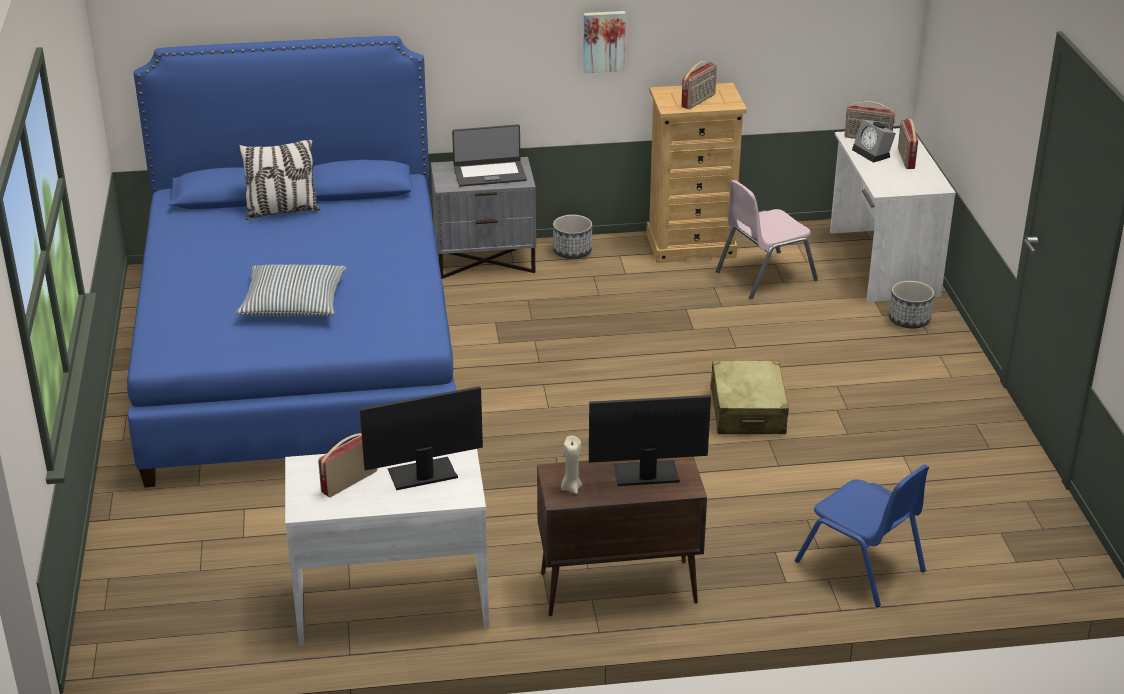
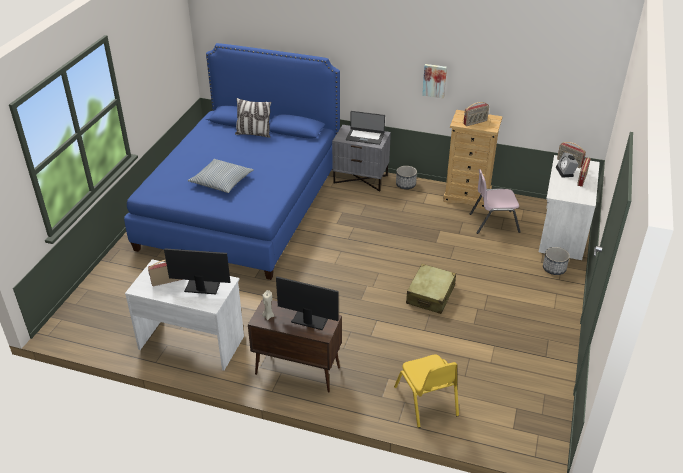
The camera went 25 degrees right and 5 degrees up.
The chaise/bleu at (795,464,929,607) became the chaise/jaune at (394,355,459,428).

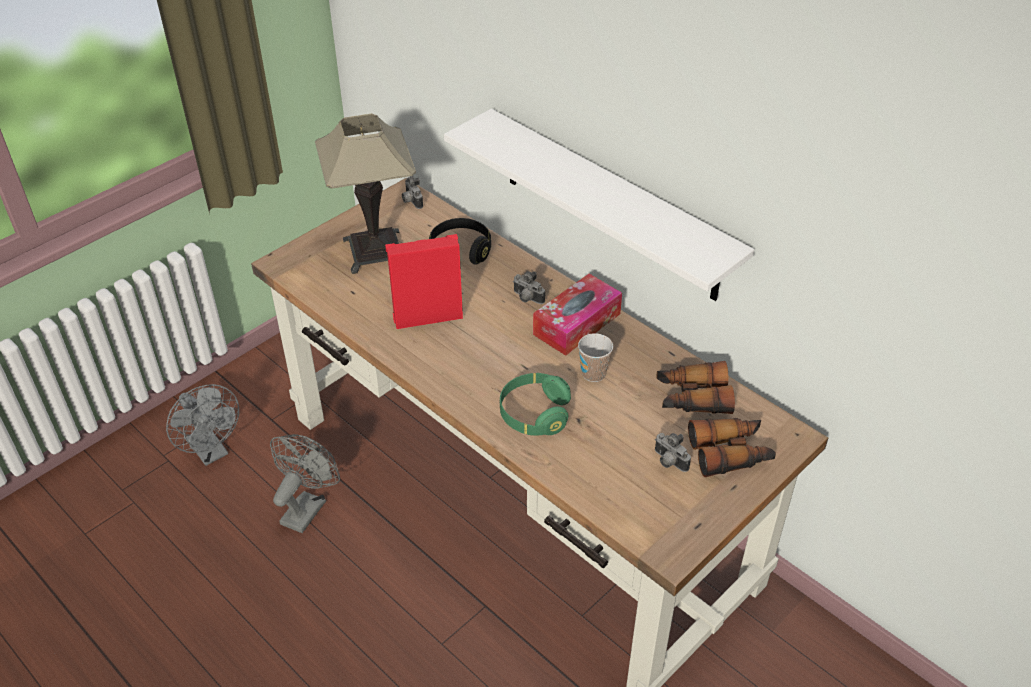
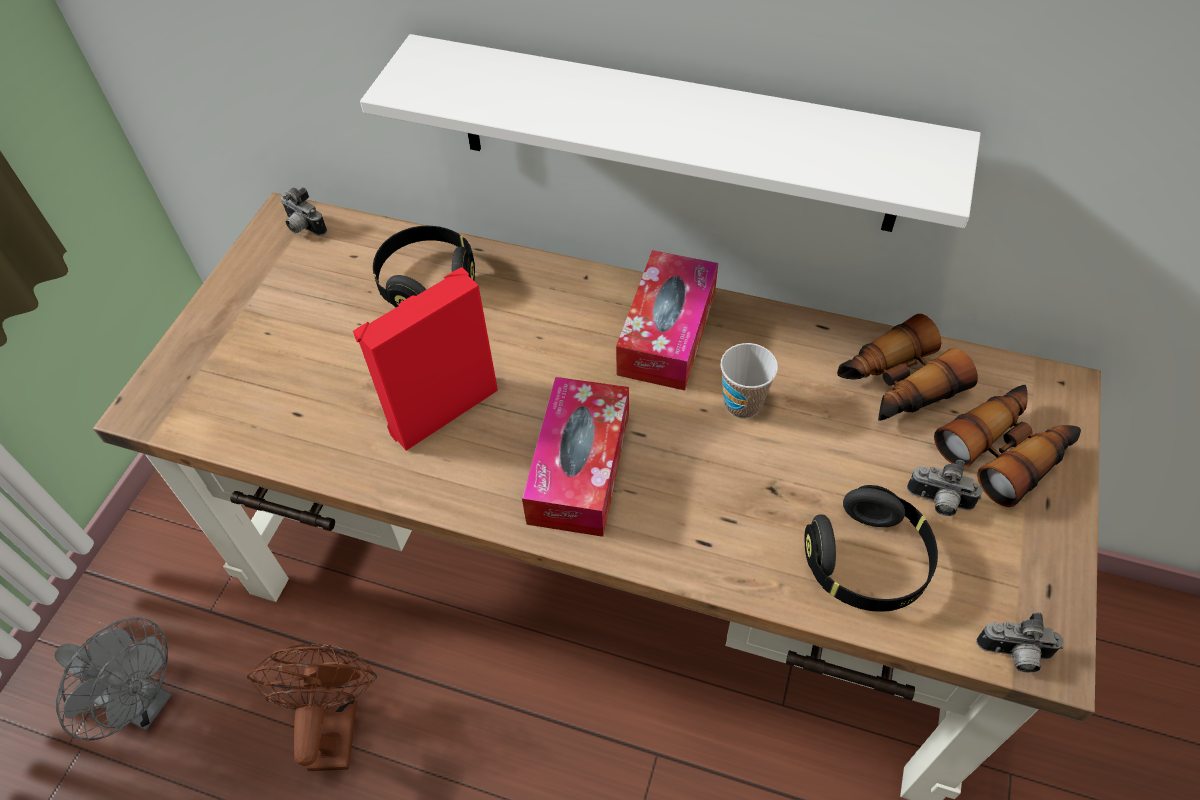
The camera went 25 degrees left and 10 degrees up.
The ventilateur/gris at (270,434,340,533) became the ventilateur/marron at (247,644,377,771).
The boîte à mouchoirs at (522,377,629,537) appeared.
The casque audio/noir at (804,485,938,612) appeared.
The appareil photo moved from (514,271,545,304) to (976,612,1064,672).
The lampe de table at (315,114,416,274) disappeared.
The casque audio/vert at (500,373,571,436) disappeared.

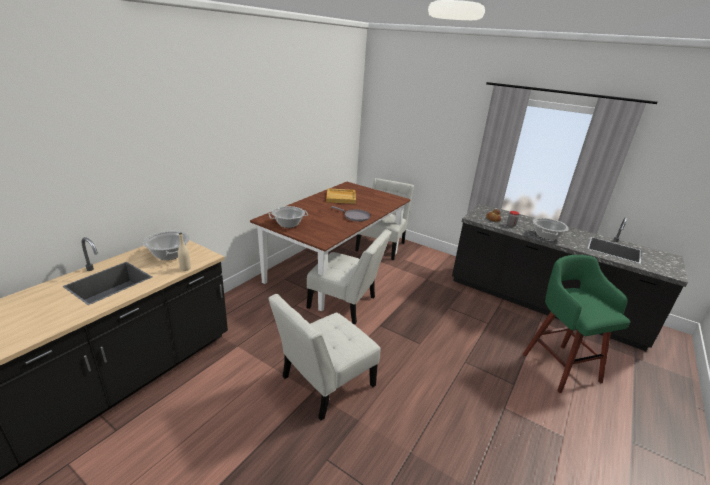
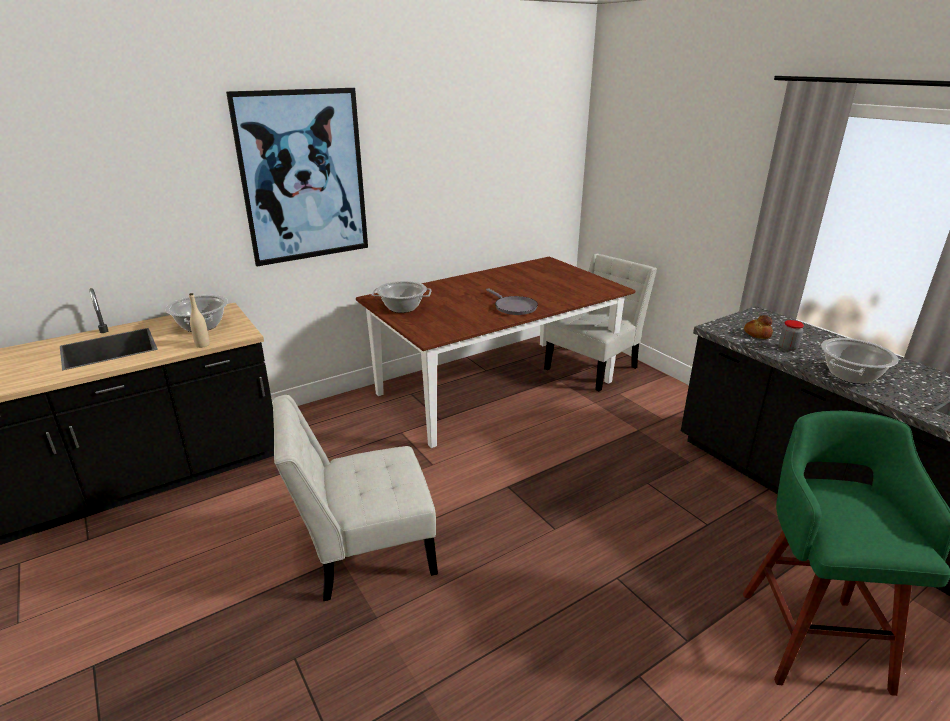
The camera went 25 degrees right and 0 degrees up.
The tableau at (226,88,368,266) appeared.
The chaise/blanc at (307,229,392,324) disappeared.
The plateau/beige at (326,188,356,204) disappeared.

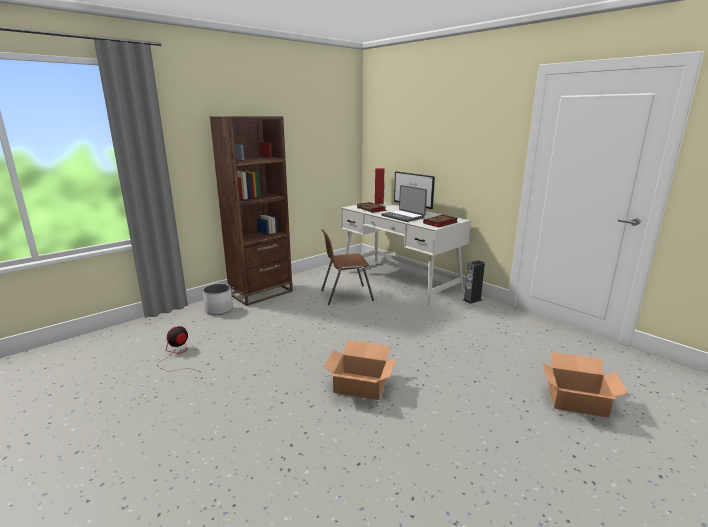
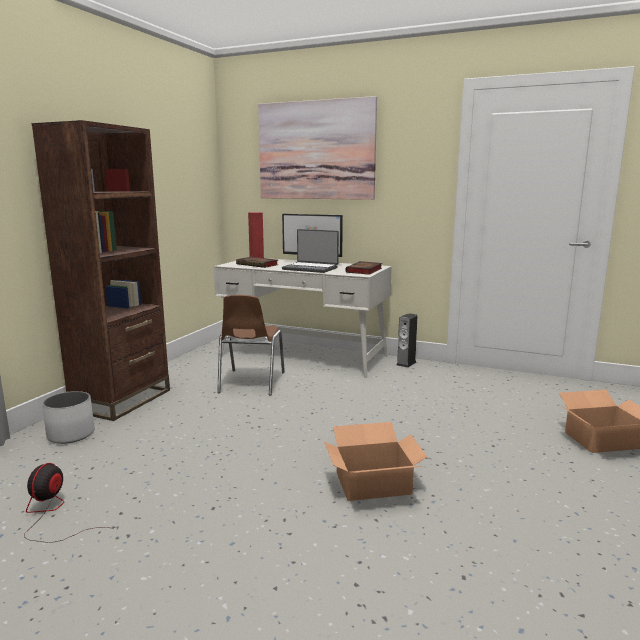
The camera went 25 degrees left and 5 degrees down.
The chaise/marron at (321,229,374,305) turned 45 degrees counterclockwise.
The tableau at (258,96,377,200) appeared.

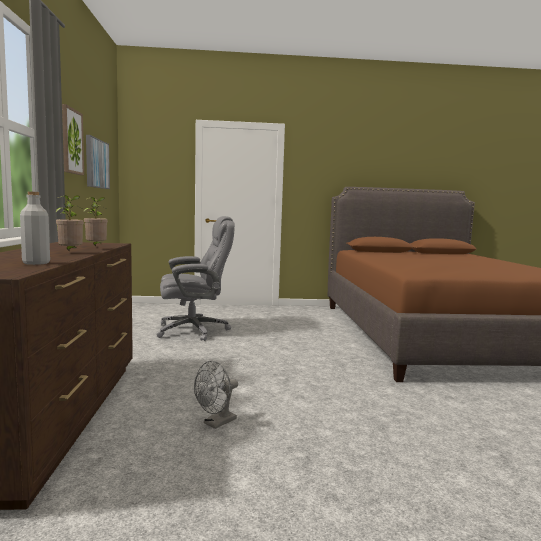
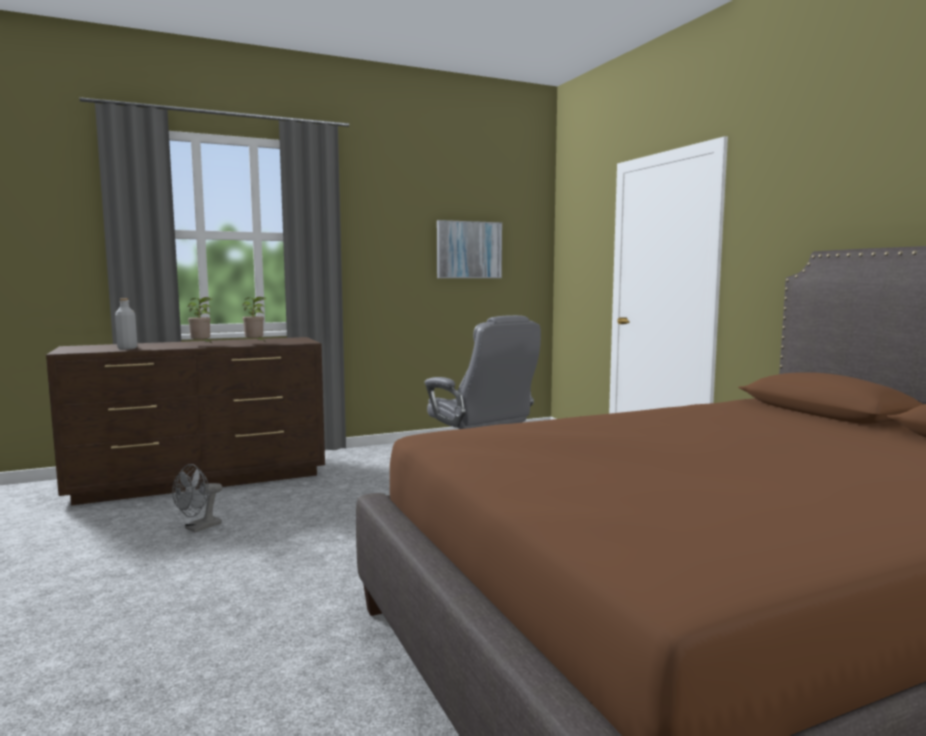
The camera went 70 degrees right and 0 degrees up.
The ventilateur/gris at (194,361,238,429) turned 75 degrees counterclockwise.
The tableau at (62,104,84,175) disappeared.

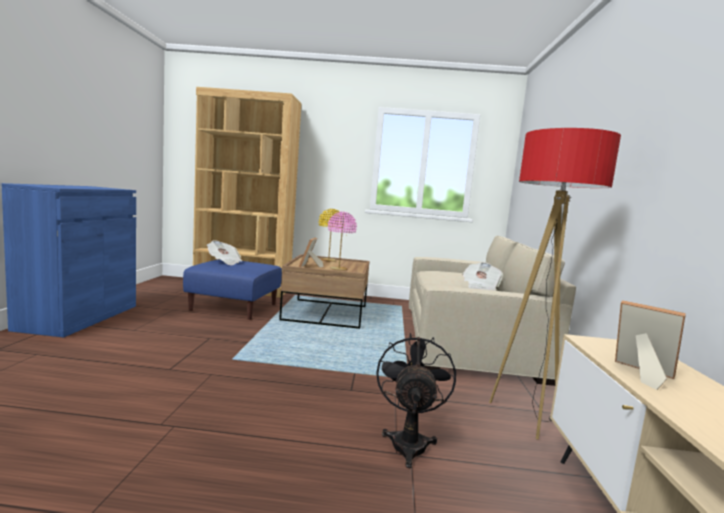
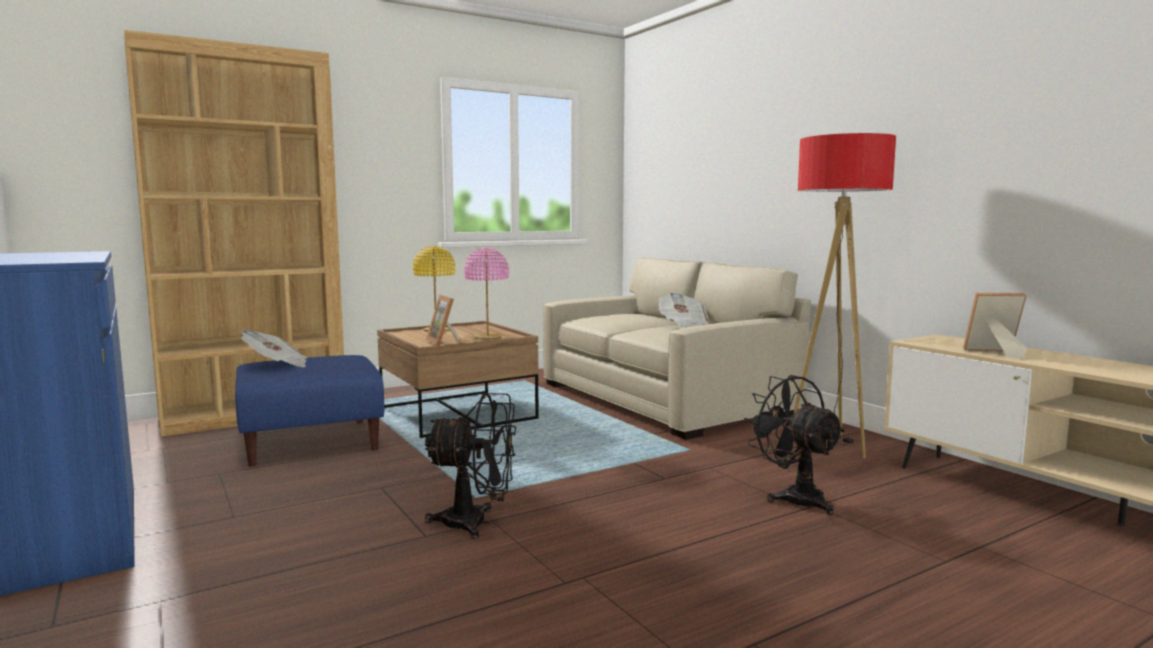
The camera went 35 degrees left and 0 degrees up.
The ventilateur/noir at (425,393,516,539) appeared.

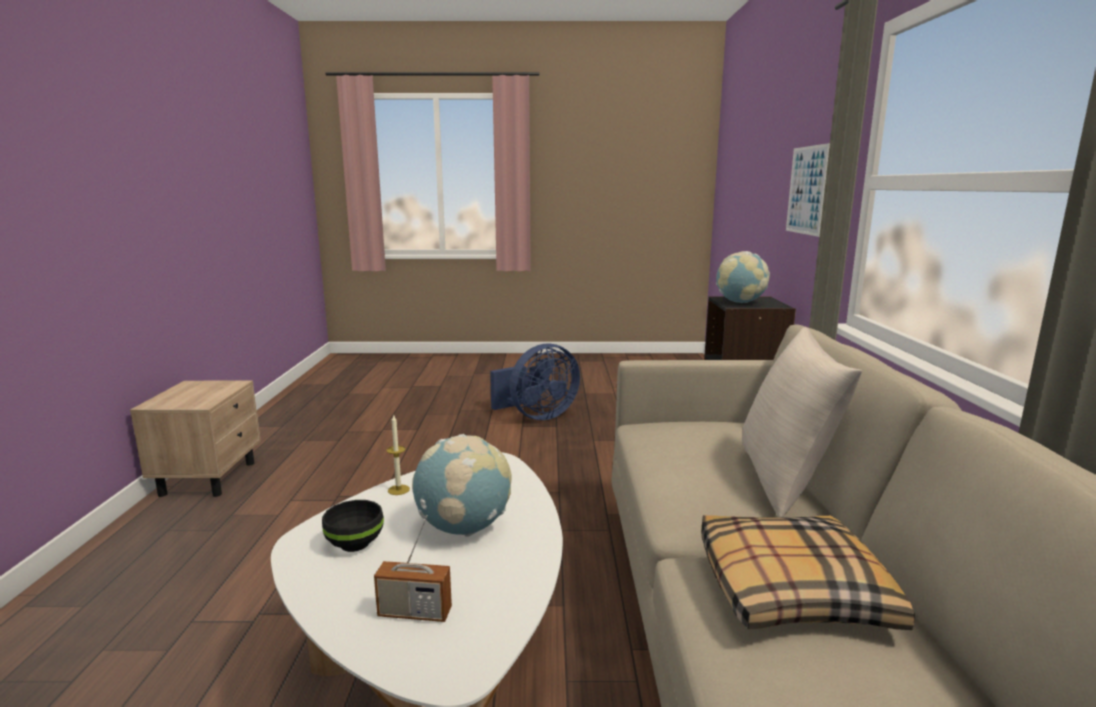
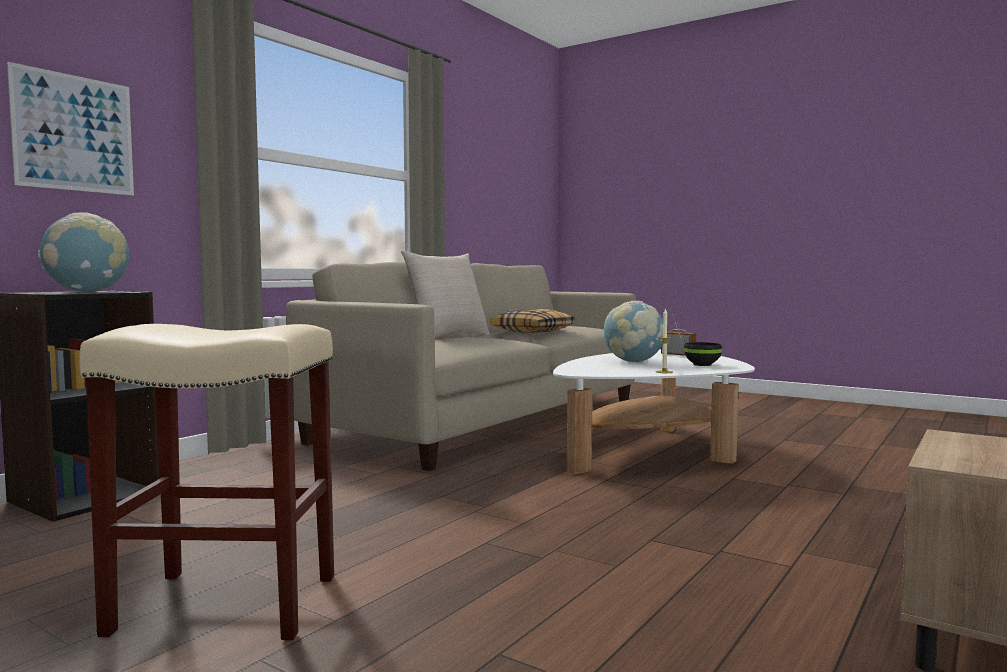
The camera went 145 degrees left and 10 degrees down.
The ventilateur/bleu at (490,343,580,420) was replaced by the tabouret/beige at (79,324,334,640).

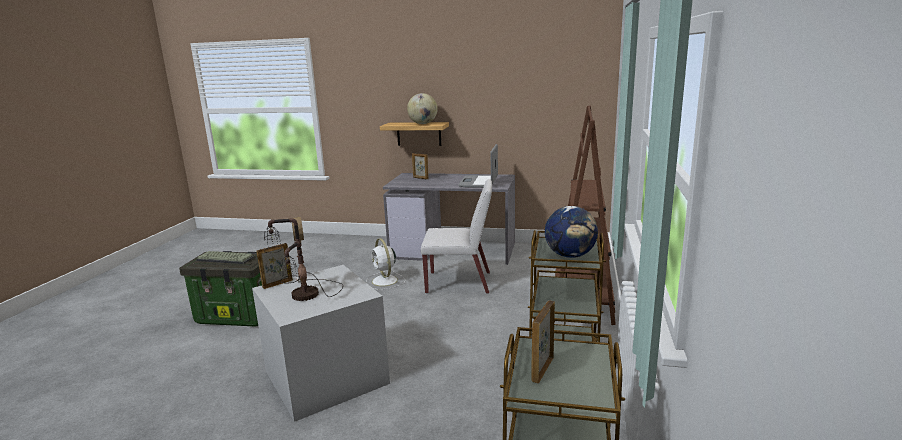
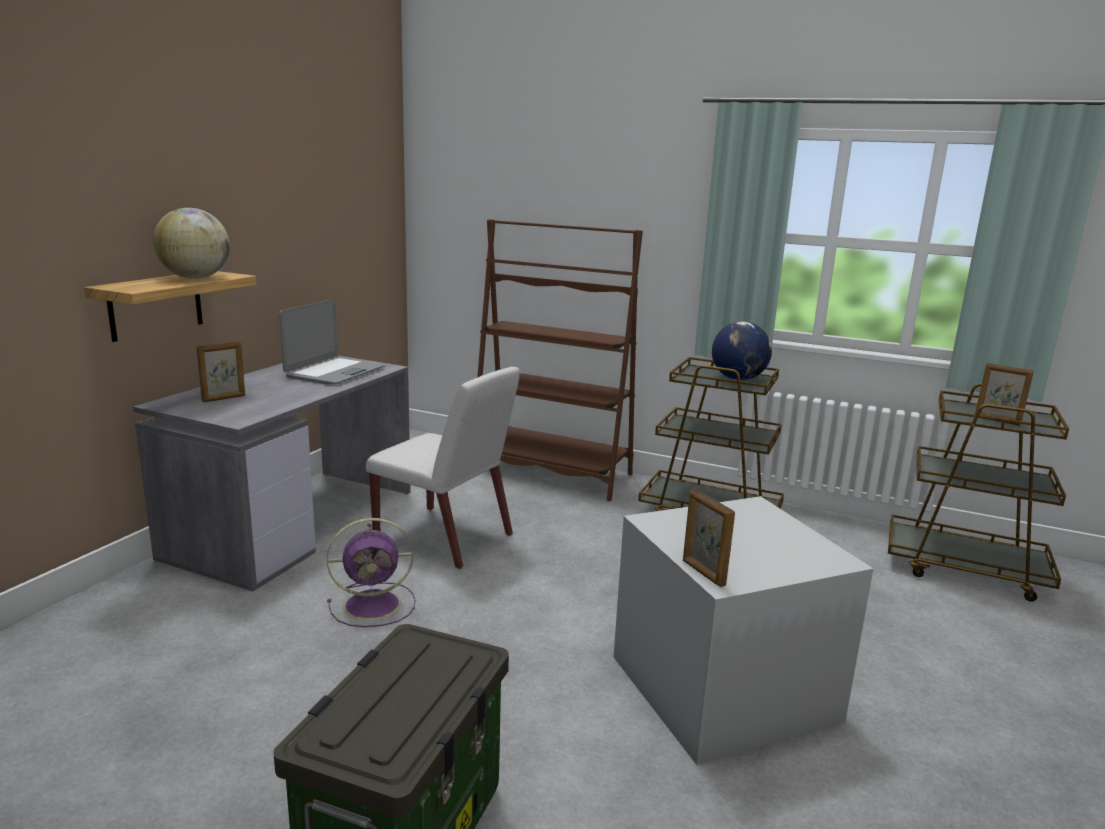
The camera went 80 degrees left and 0 degrees up.
The ordinateur portable at (458,144,498,188) turned 90 degrees counterclockwise.
The ventilateur/blanc at (366,238,405,290) became the ventilateur/violet at (327,518,416,627).
The chaise/blanc at (421,179,492,294) turned 105 degrees clockwise.
The clavier at (196,251,255,264) disappeared.
The lampe de table at (264,217,343,301) disappeared.

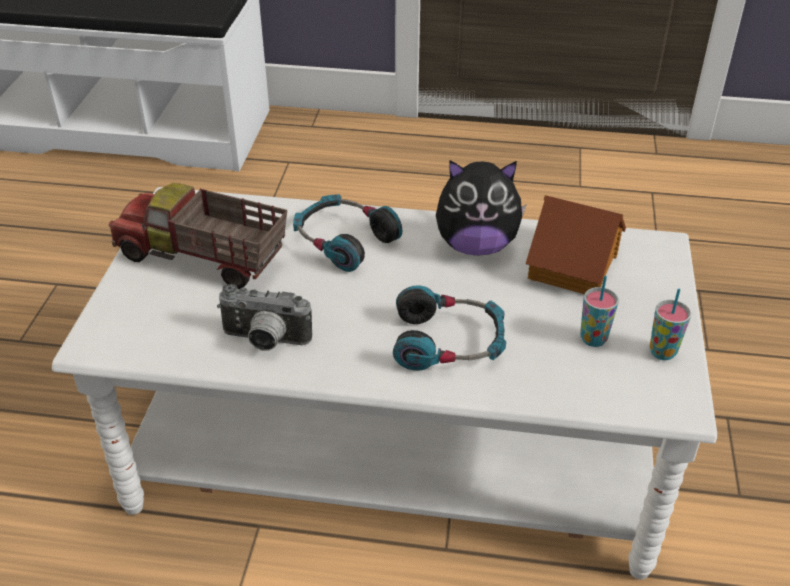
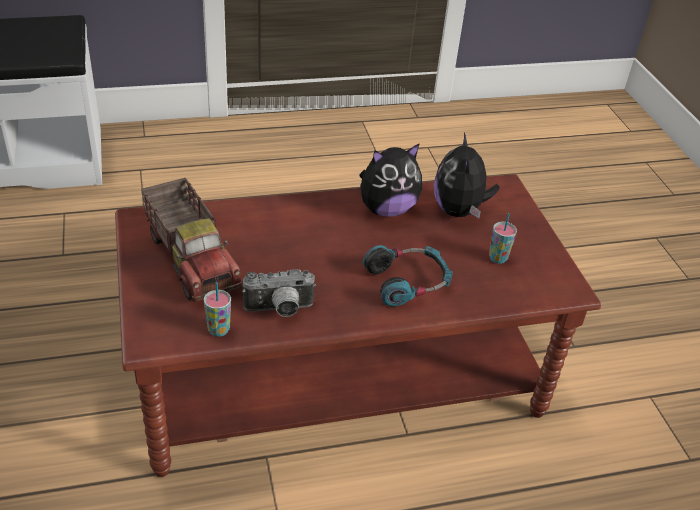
The camera went 25 degrees left and 0 degrees up.
The table basse/blanc at (52,187,717,580) became the table basse/marron at (115,174,601,477).
The camion jouet at (109,183,287,289) turned 120 degrees counterclockwise.
The tasse moved from (649,289,691,360) to (204,282,231,337).
The maison miniature at (525,195,626,294) was replaced by the peluche at (434,132,500,218).
The casque audio at (293,194,402,272) disappeared.

